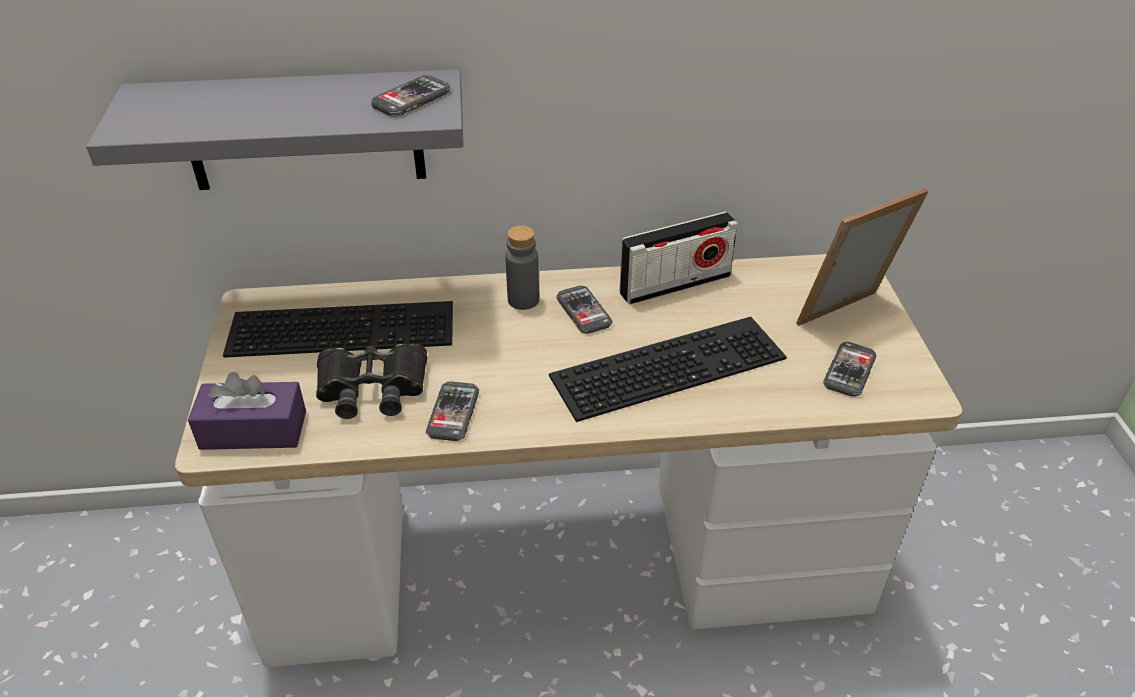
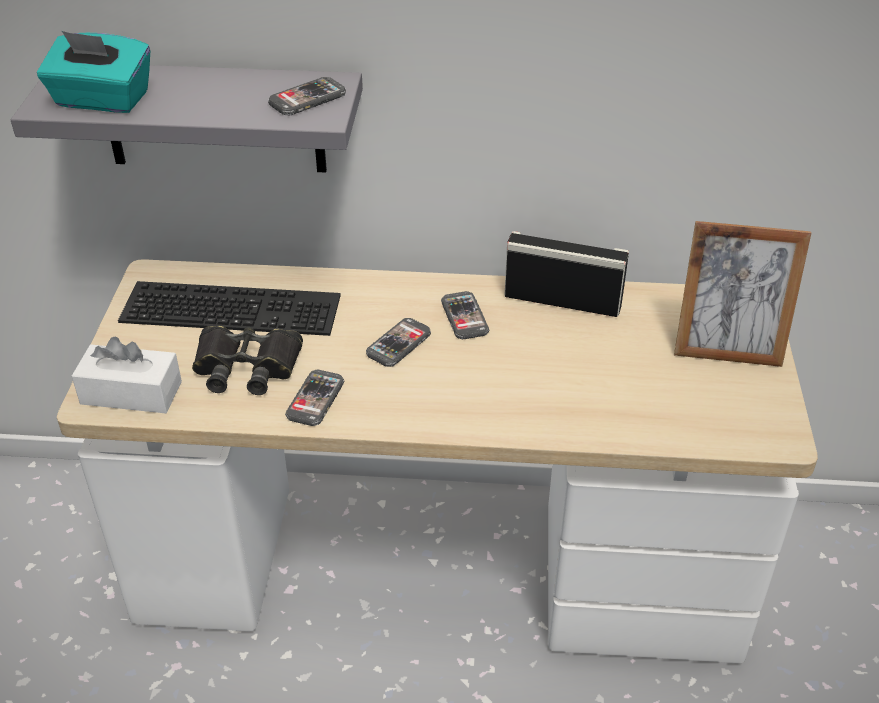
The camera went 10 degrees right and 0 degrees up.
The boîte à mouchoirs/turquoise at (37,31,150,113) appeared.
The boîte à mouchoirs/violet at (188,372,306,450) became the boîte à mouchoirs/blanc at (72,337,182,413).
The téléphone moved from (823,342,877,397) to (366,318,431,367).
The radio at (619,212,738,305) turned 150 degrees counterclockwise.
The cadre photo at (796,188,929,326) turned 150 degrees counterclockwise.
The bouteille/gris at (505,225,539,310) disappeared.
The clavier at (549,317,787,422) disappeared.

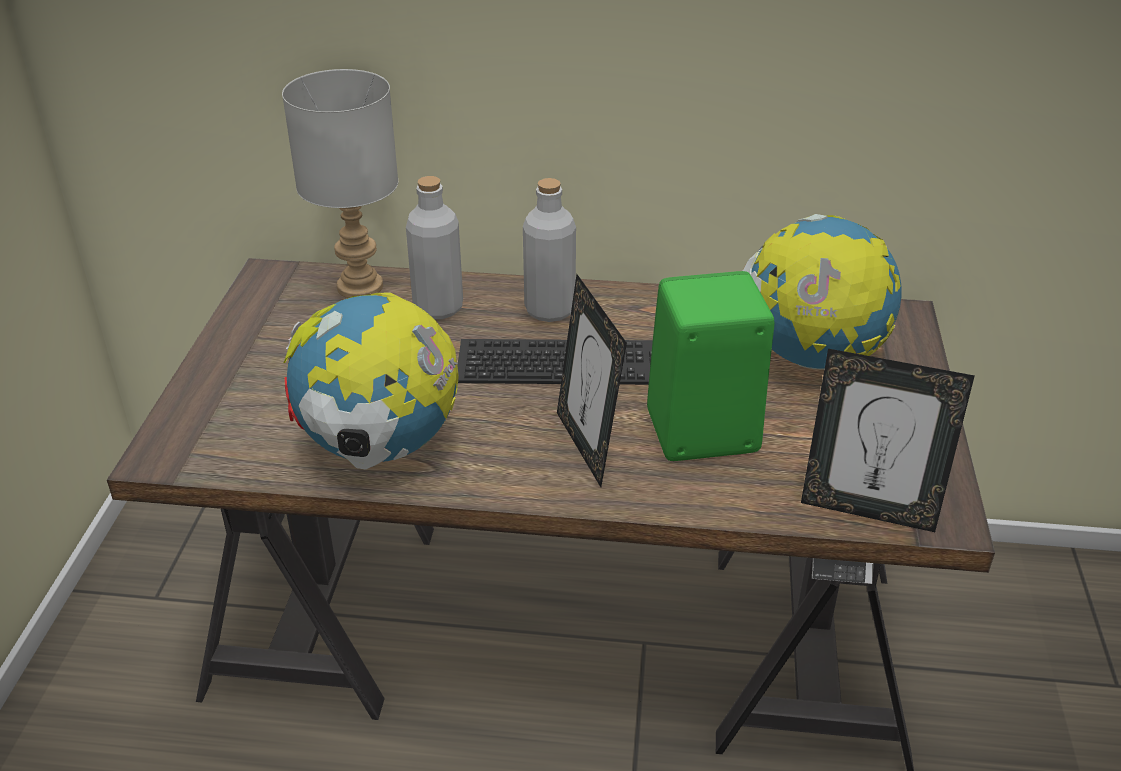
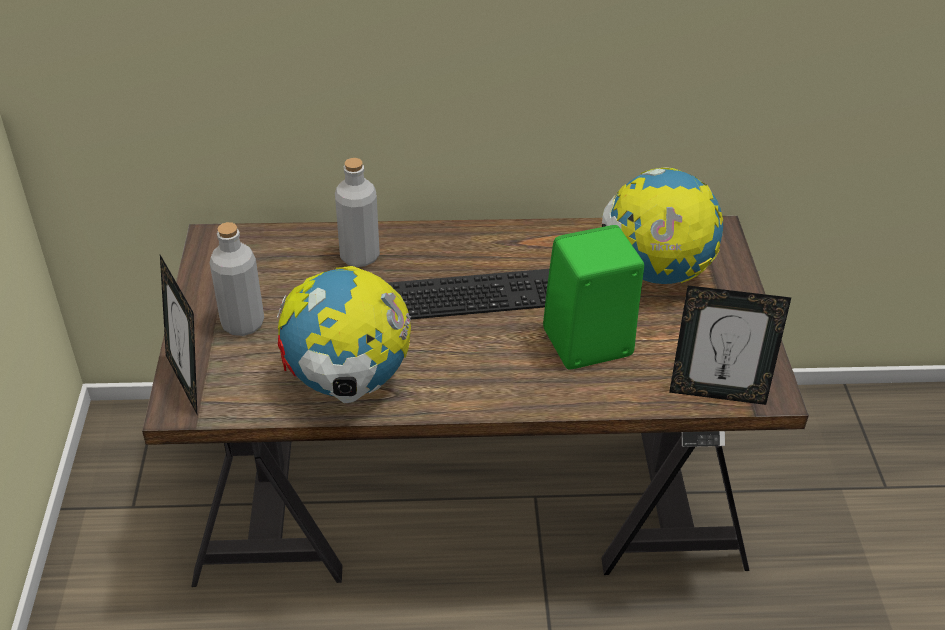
The camera went 10 degrees left and 5 degrees up.
The cadre photo moved from (557,274,627,487) to (160,255,197,414).
The bouteille/gris moved from (523,178,576,322) to (209,222,264,336).
The lampe de table/gris at (282,69,398,298) disappeared.

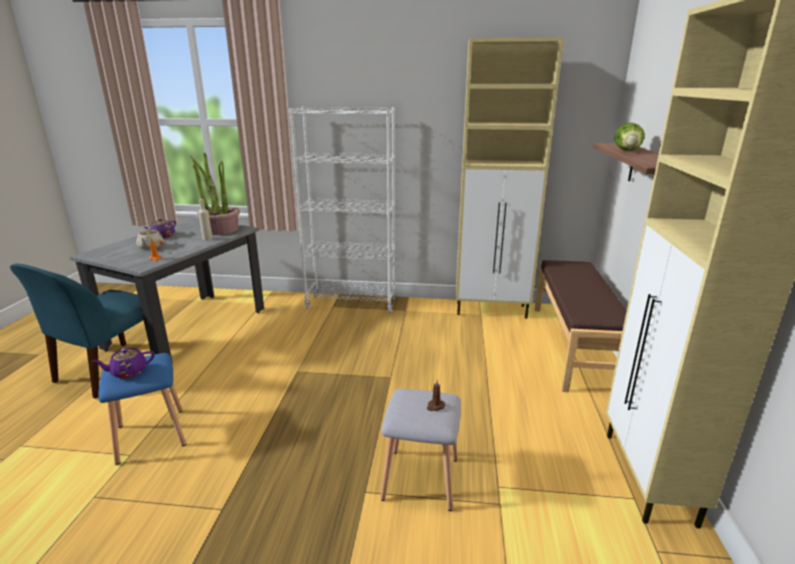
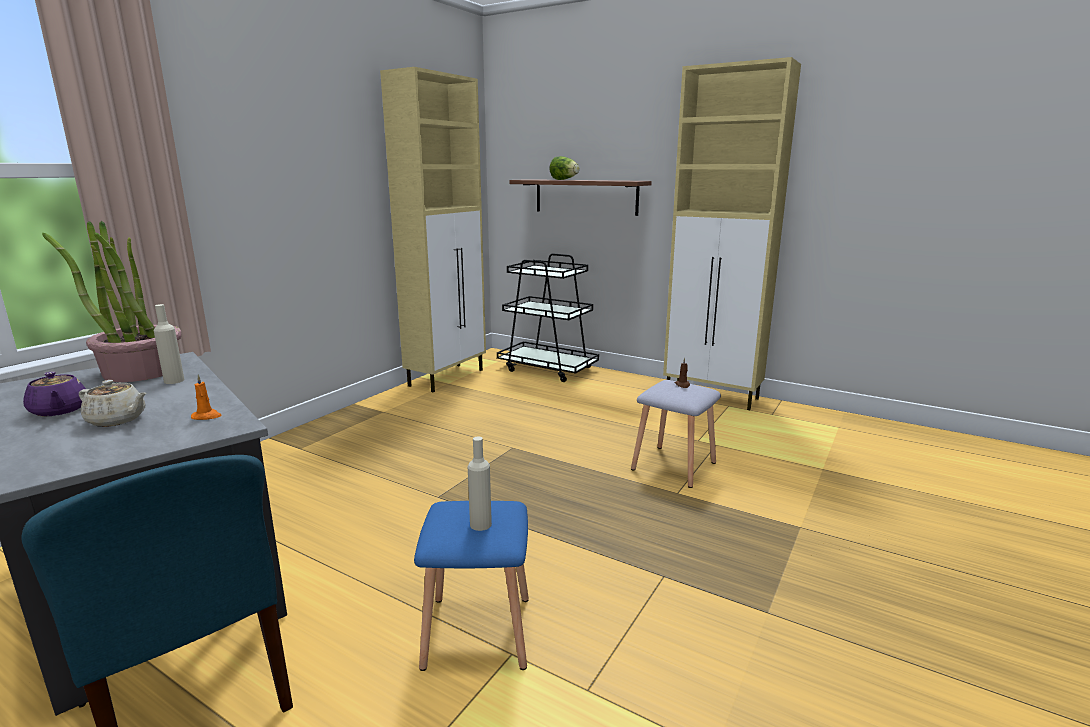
The camera went 65 degrees left and 5 degrees down.
The théière/violet at (93,348,155,379) was replaced by the bouteille/beige at (468,437,492,531).
The banc/marron at (535,260,627,392) was replaced by the chariot/noir at (497,254,599,382).
The bibliothèque/blanc at (289,106,396,313) disappeared.

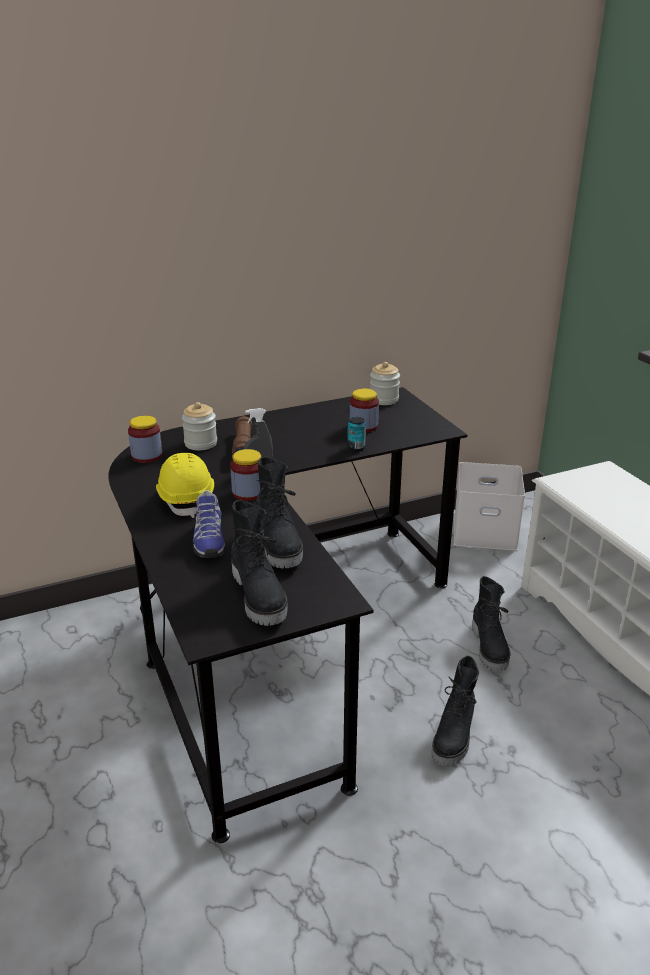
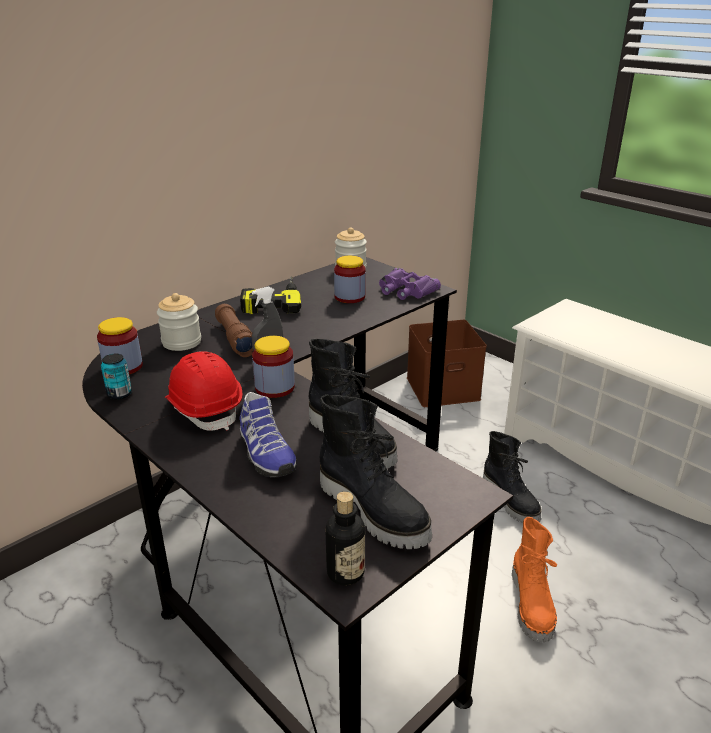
The camera went 20 degrees left and 0 degrees up.
The boîte métallique moved from (347,417,366,451) to (101,354,132,400).
The casque de chantier/jaune at (156,453,214,518) became the casque de chantier/rouge at (165,351,242,431).
The perceuse at (240,277,301,314) appeared.
The bouteille at (326,491,365,586) appeared.
The jumelles/violet at (379,268,441,300) appeared.
The boîte de rangement/blanc at (454,462,525,551) became the boîte de rangement/marron at (407,320,487,407).
The botte/noir at (431,656,479,766) became the botte/orange at (512,517,557,642).

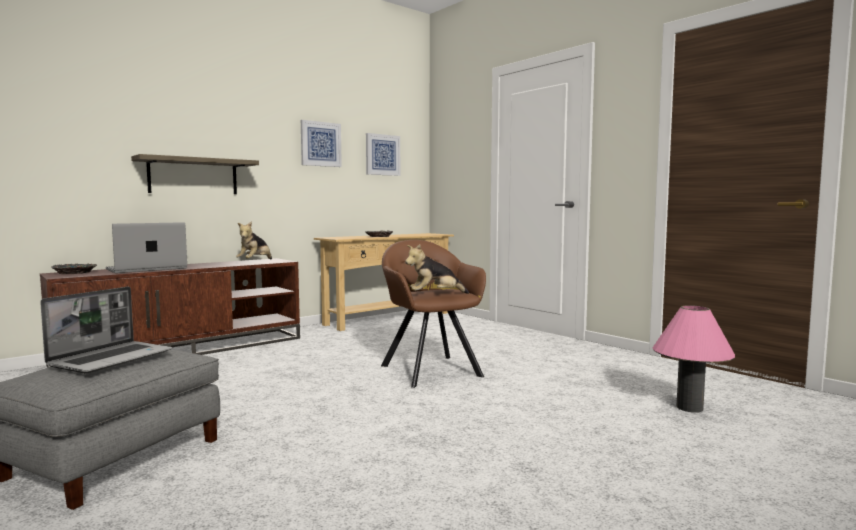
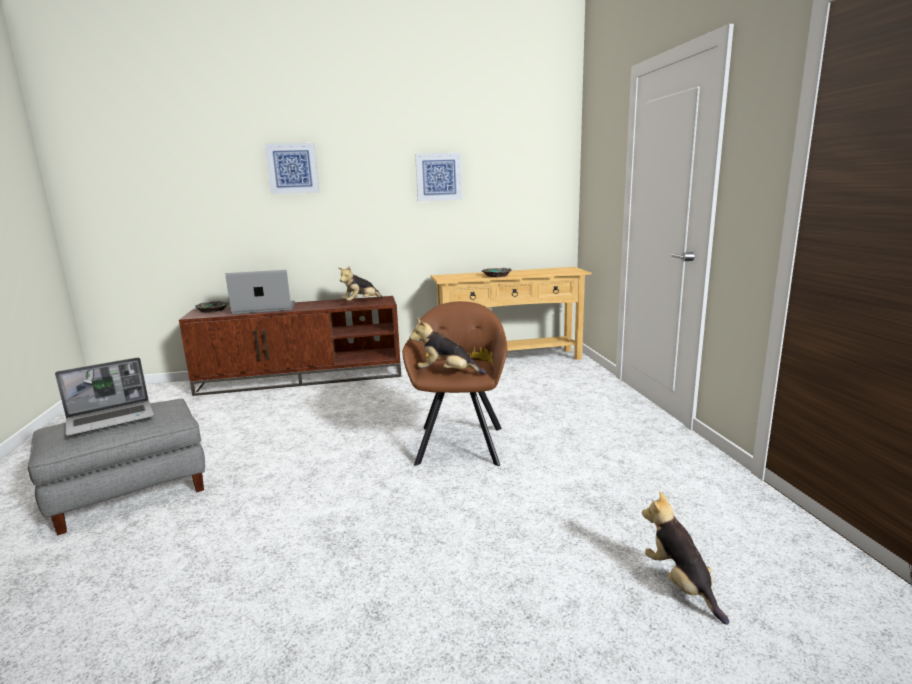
The camera went 30 degrees right and 10 degrees up.
The tableau moved from (366,133,400,176) to (265,143,320,194).
The lampe de table/rose at (653,305,735,413) was replaced by the peluche at (642,491,729,625).
The étagère at (131,154,259,194) disappeared.

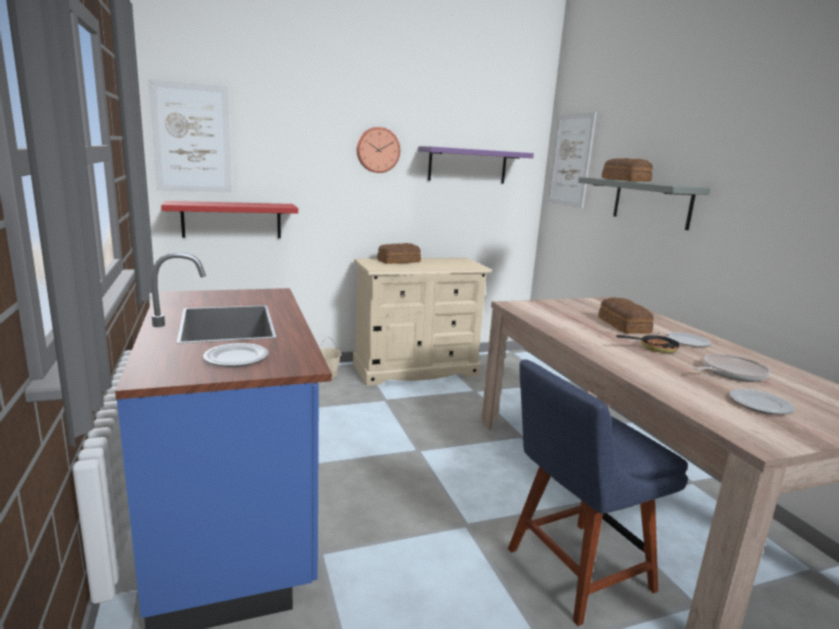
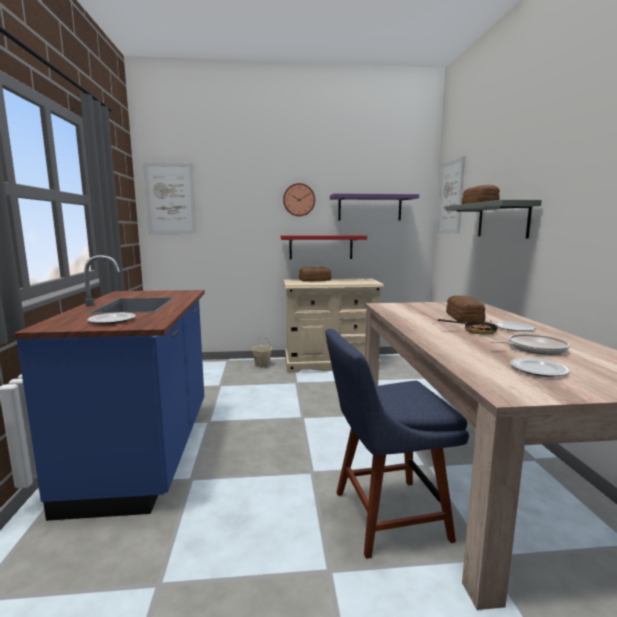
The camera went 15 degrees right and 5 degrees down.
The étagère/rouge moved from (161,201,298,238) to (280,235,367,259).

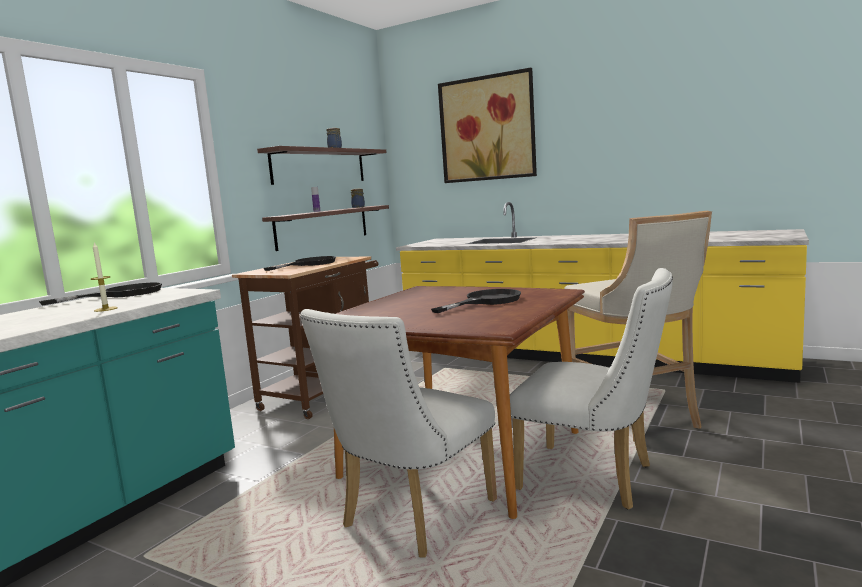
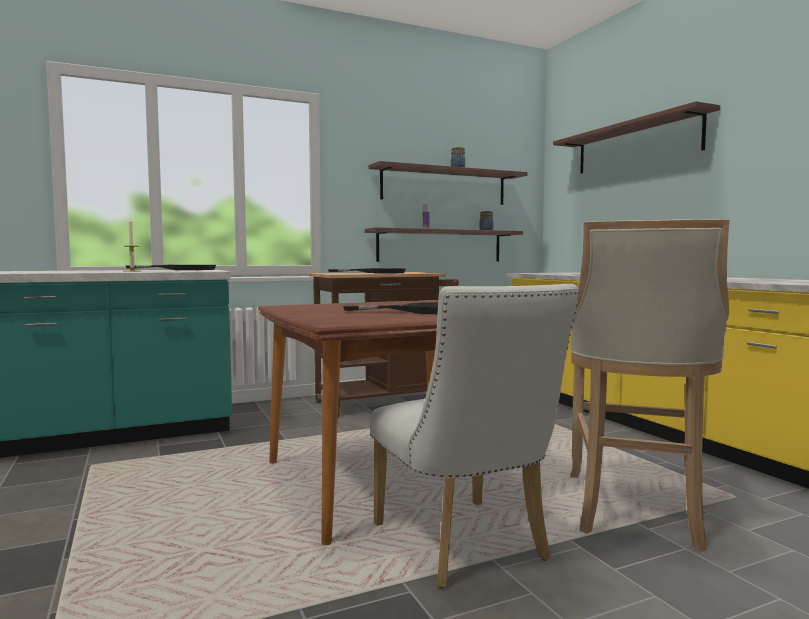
The camera went 35 degrees right and 5 degrees down.
The tableau at (438,67,537,183) was replaced by the étagère at (553,101,720,174).
The chaise/blanc at (300,309,497,558) disappeared.

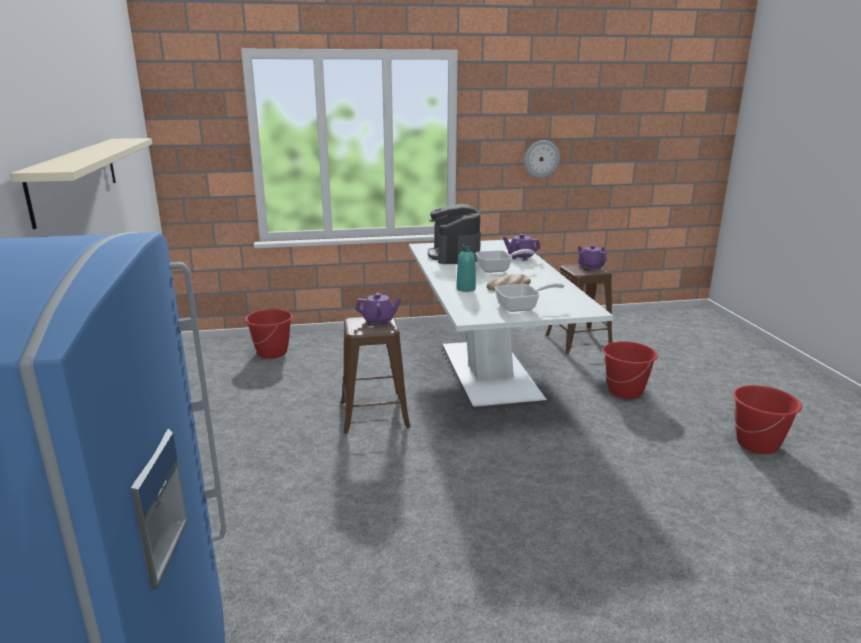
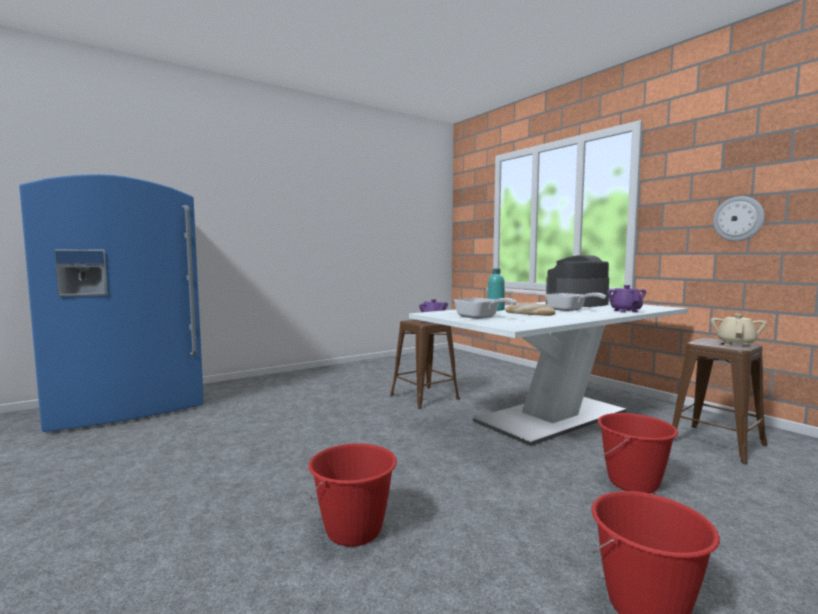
The camera went 65 degrees right and 15 degrees down.
The seau/rouge moved from (245,309,293,359) to (308,443,397,547).
The théière/violet at (578,245,607,271) became the théière/beige at (711,314,767,347).
The étagère/beige at (10,138,152,229) disappeared.

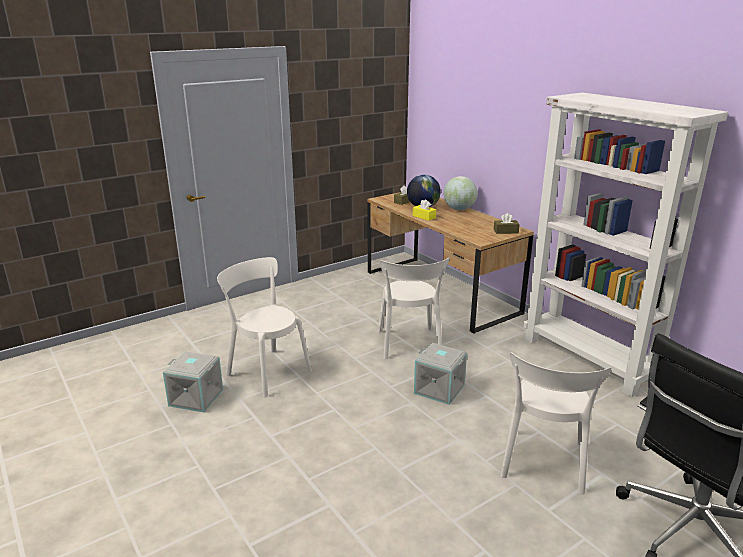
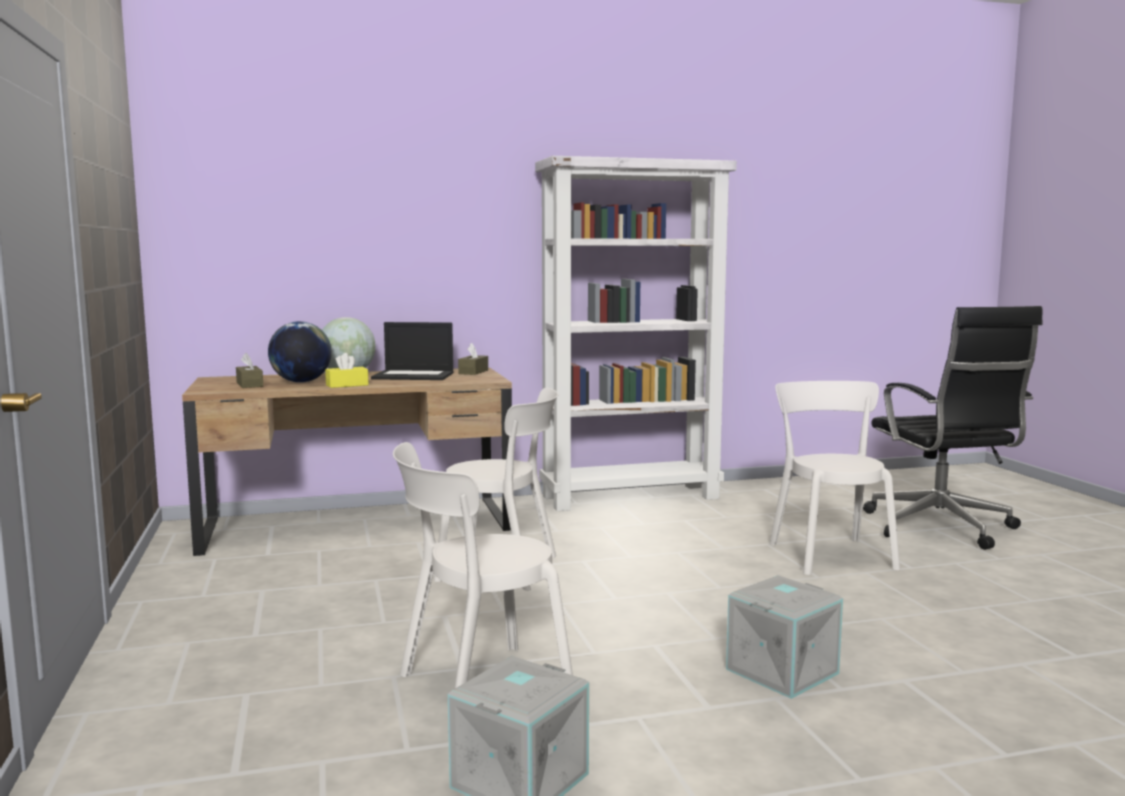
The camera went 70 degrees left and 15 degrees down.
The ordinateur portable at (371,322,453,380) appeared.
The boîte de rangement/gris moved from (414,343,467,405) to (726,575,843,699).
The chaise/blanc at (501,352,612,494) turned 135 degrees counterclockwise.

